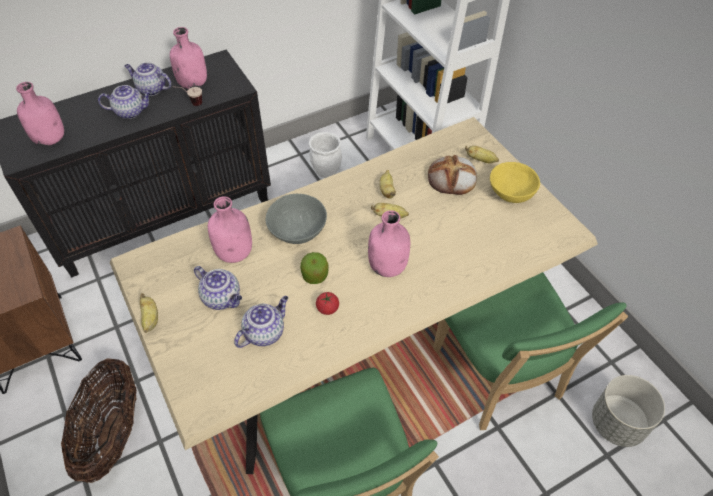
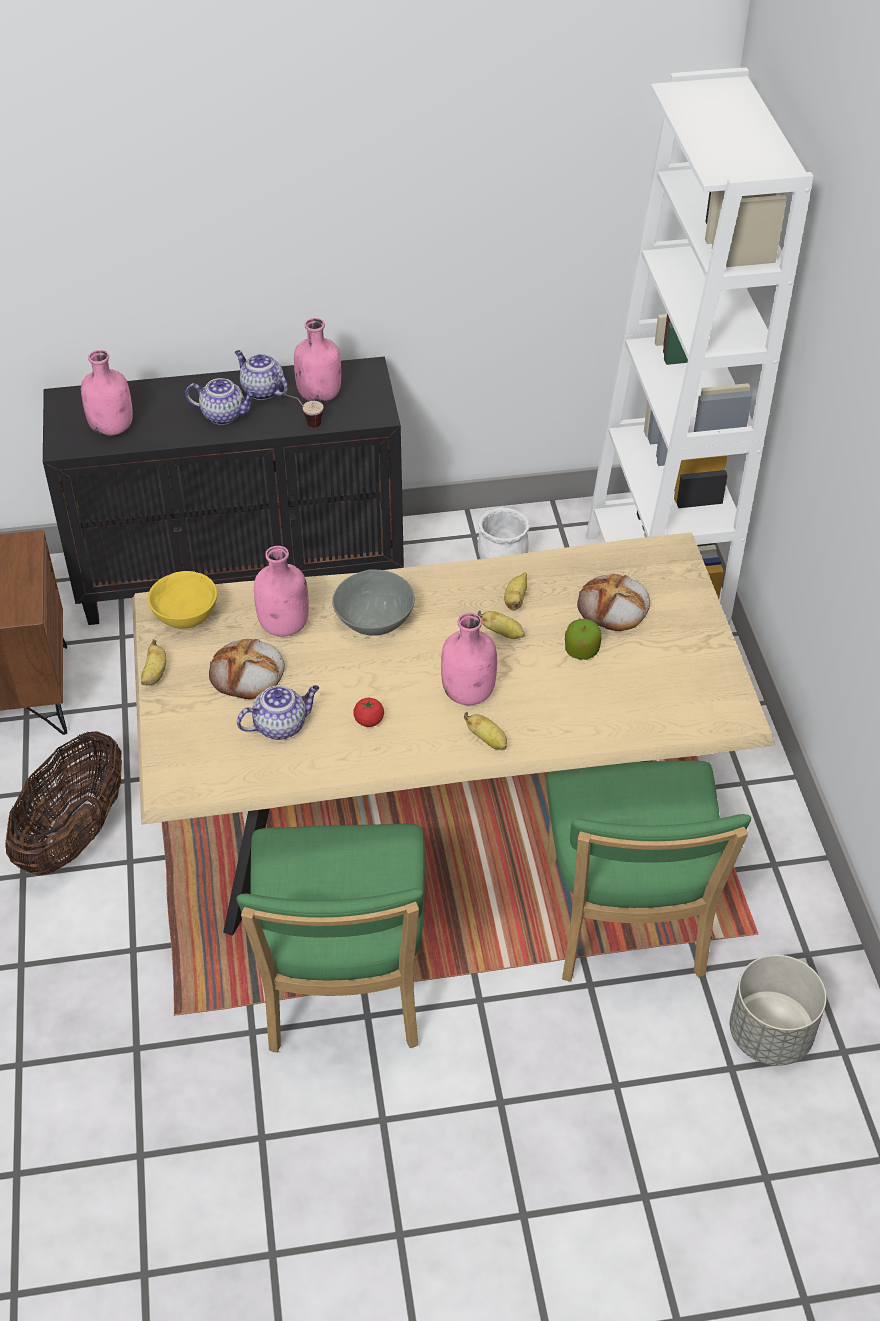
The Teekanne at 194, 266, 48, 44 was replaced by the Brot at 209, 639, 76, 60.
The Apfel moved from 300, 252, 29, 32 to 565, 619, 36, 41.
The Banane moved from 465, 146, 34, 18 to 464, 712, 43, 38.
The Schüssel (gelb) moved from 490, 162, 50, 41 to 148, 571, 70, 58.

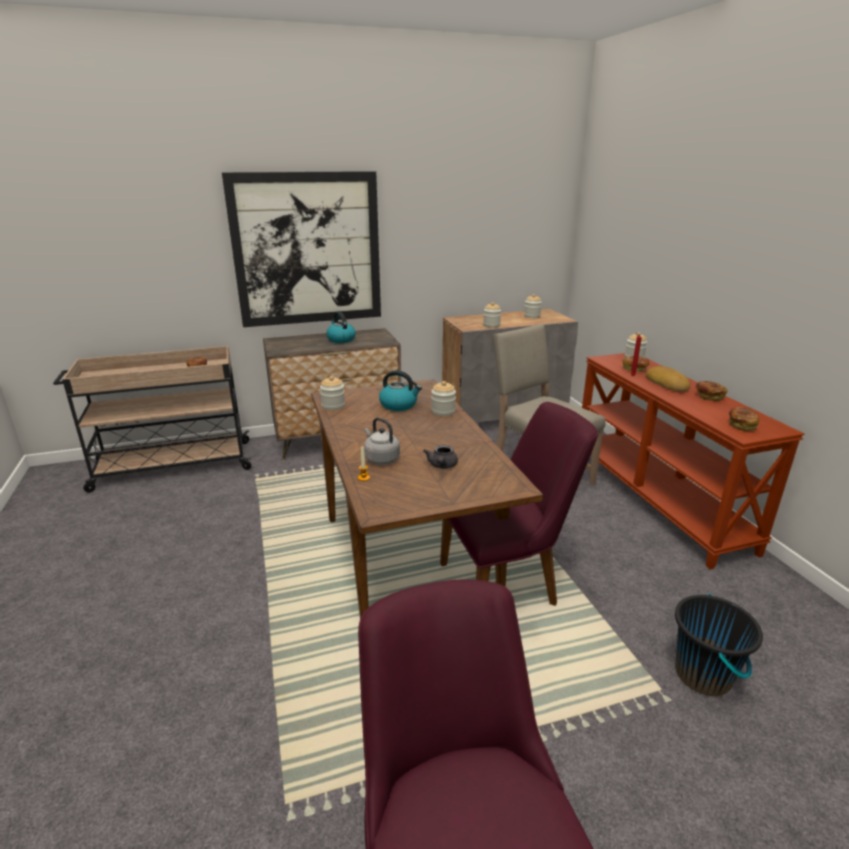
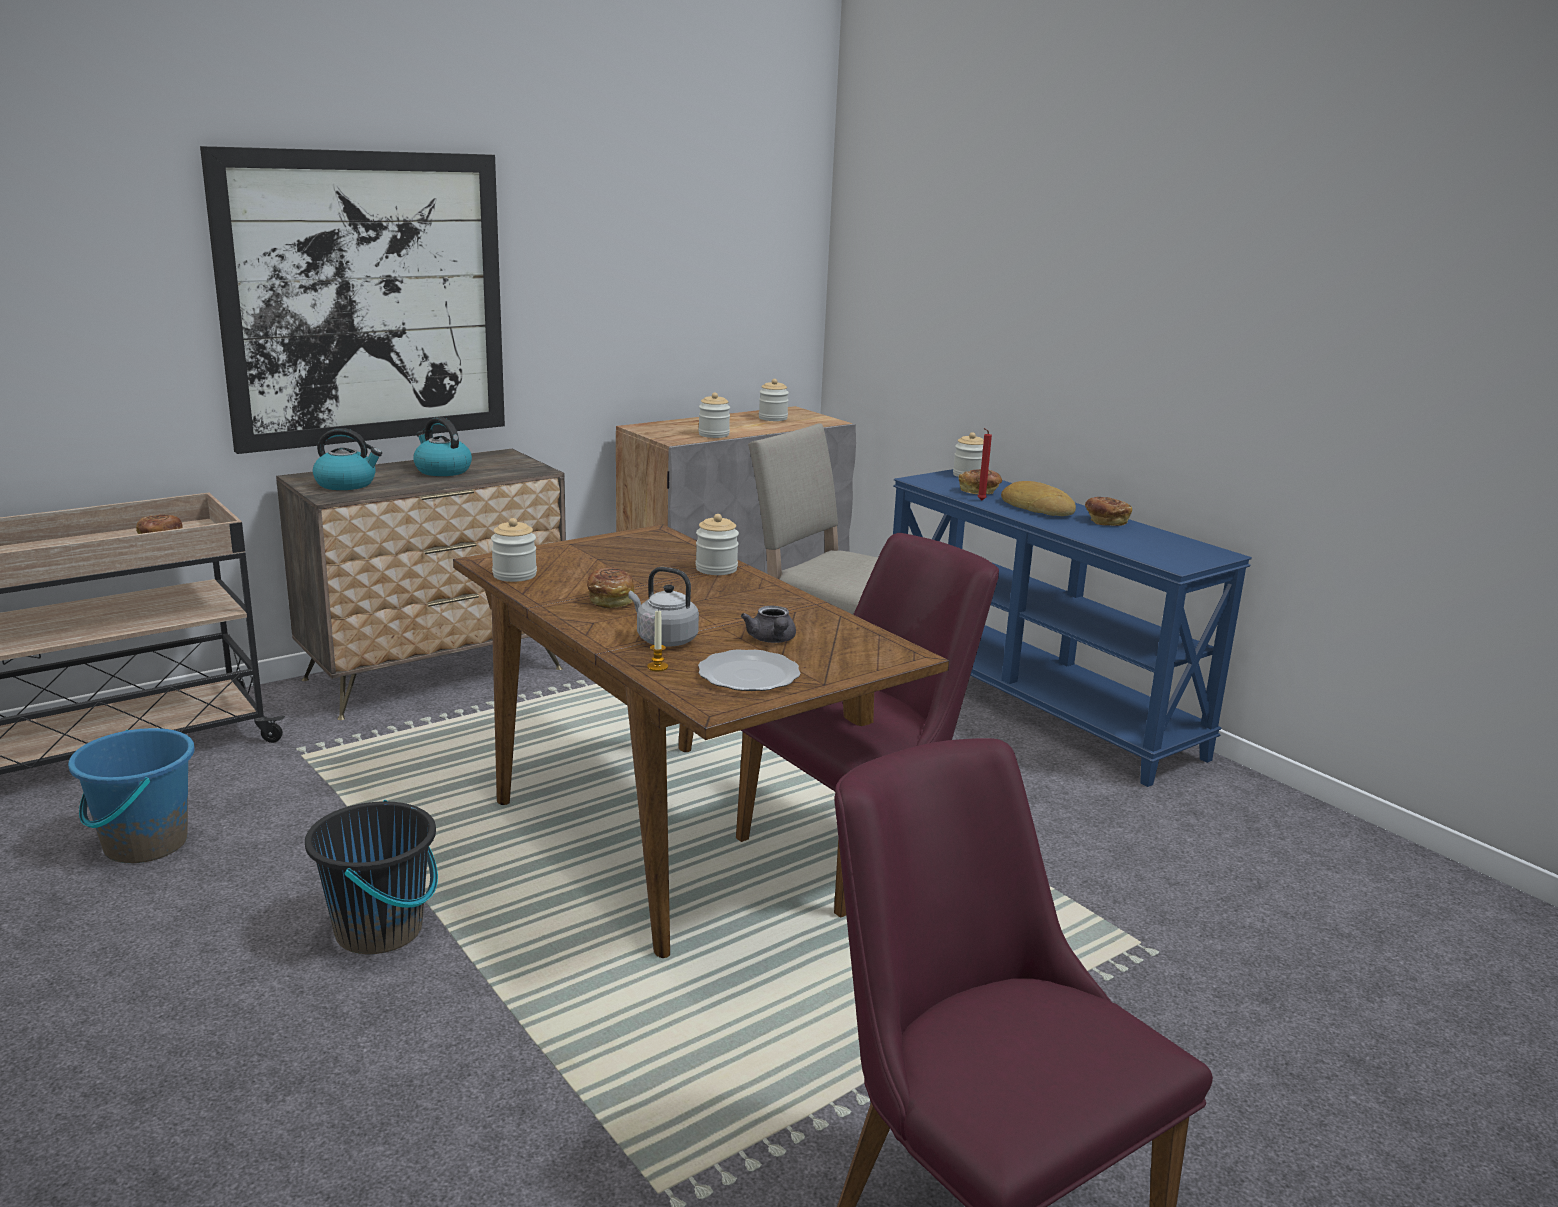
The Wasserkessel moved from 379, 370, 43, 41 to 313, 428, 69, 62.
The Konsolentisch (braun) at 582, 353, 223, 216 became the Konsolentisch (blau) at 893, 469, 359, 318.
The Eimer (schwarz) moved from 675, 594, 88, 102 to 305, 800, 133, 154.
The Brot moved from 729, 407, 31, 24 to 587, 568, 47, 40.
The Eimer (blau) at 68, 728, 127, 135 appeared.
The Teller at 698, 649, 103, 42 appeared.

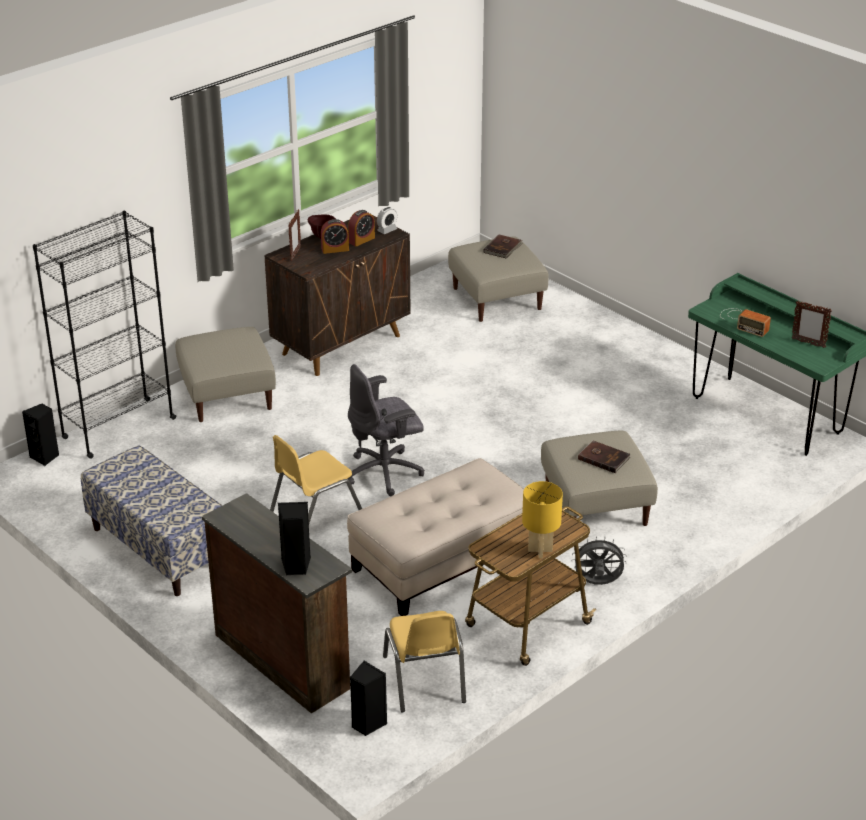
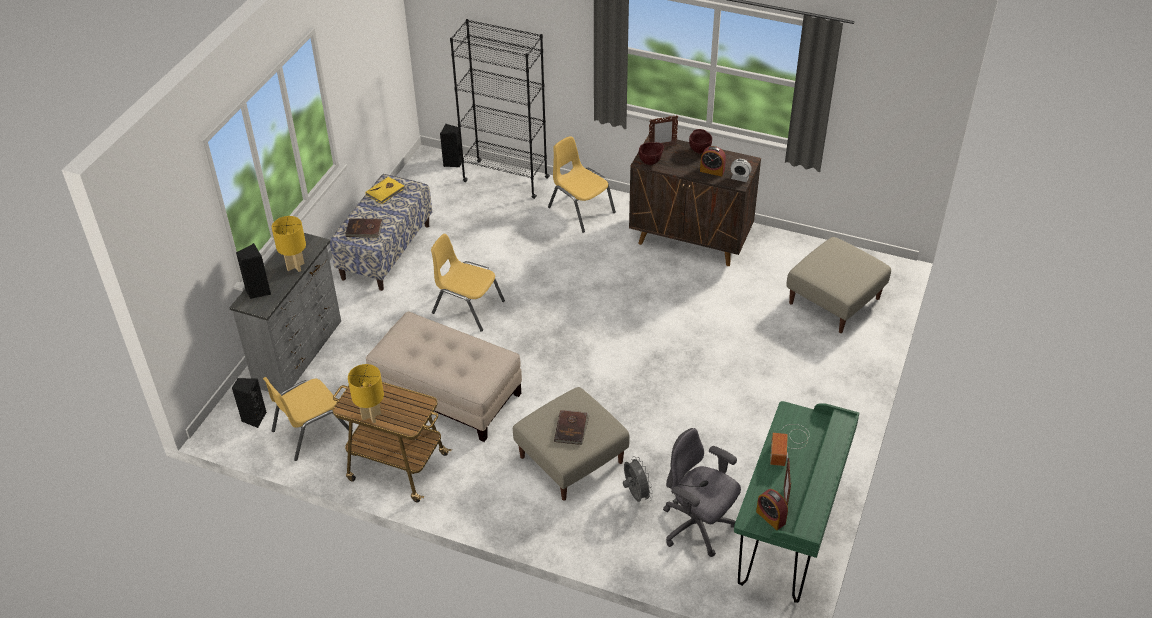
The Polsterhocker (beige) at 175, 327, 101, 95 was replaced by the Stuhl (gelb) at 548, 136, 68, 97.
The Kommode (braun) at 202, 493, 150, 221 became the Kommode (grau) at 229, 233, 112, 160.
The Wecker moved from 321, 219, 28, 35 to 756, 489, 32, 41.
The Bürostuhl (grau) moved from 348, 364, 77, 132 to 663, 428, 78, 129.
The Buch (braun) moved from 483, 234, 40, 24 to 345, 218, 38, 20.
The Ventilator (grau) moved from 572, 536, 55, 49 to 623, 456, 30, 46.
The Tischlampe (gelb) at 272, 216, 34, 56 appeared.
The Buch (gelb) at 365, 177, 41, 27 appeared.
The Schüssel (braun) at 639, 142, 25, 23 appeared.

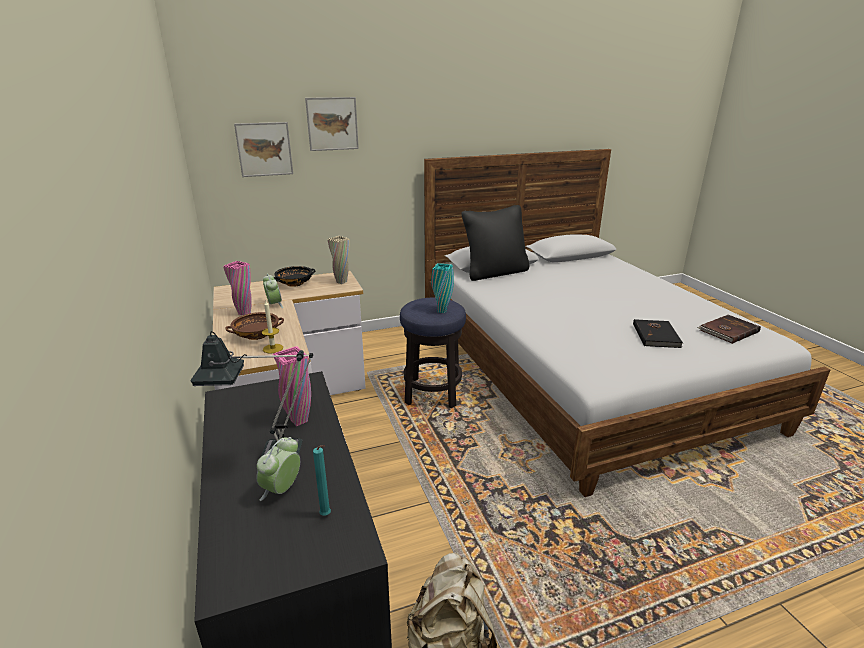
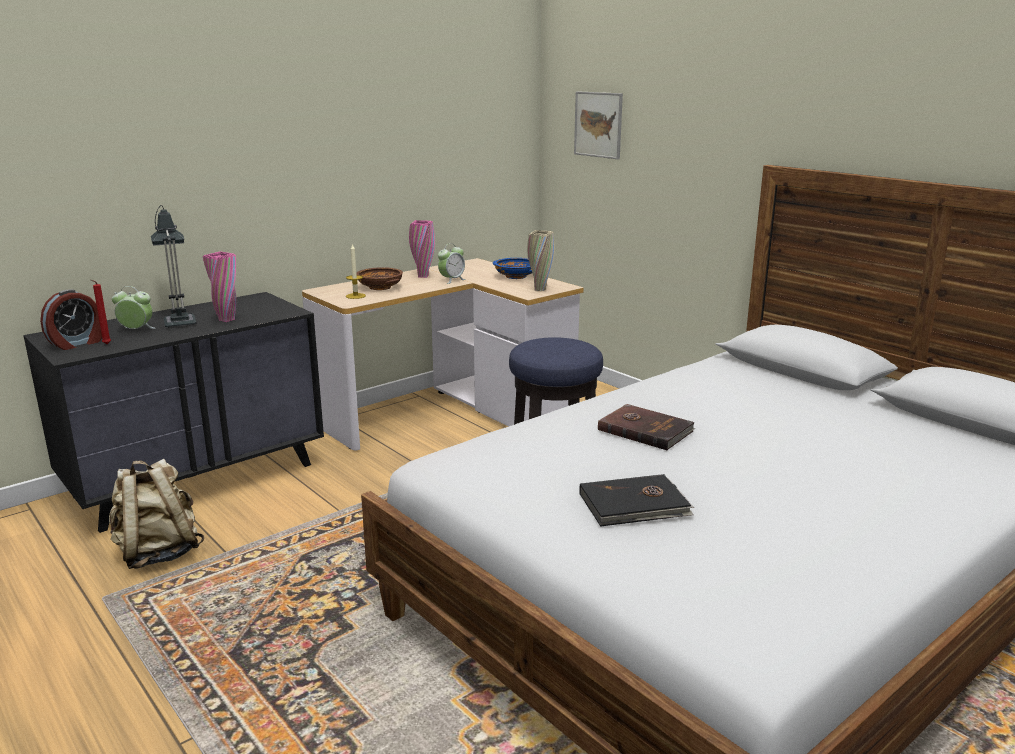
The Schüssel (schwarz) at 274, 266, 41, 21 became the Schüssel (blau) at 493, 258, 39, 21.
The Bild at 305, 97, 54, 54 disappeared.
The Kerze (türkis) at 313, 445, 18, 71 became the Kerze (rot) at 91, 280, 20, 64.
The Vase (türkis) at 431, 263, 23, 50 disappeared.
The Kissen (schwarz) at 461, 205, 68, 76 disappeared.
The Buch (braun) moved from 697, 315, 64, 29 to 598, 404, 97, 46.
The Wecker at 40, 289, 62, 61 appeared.

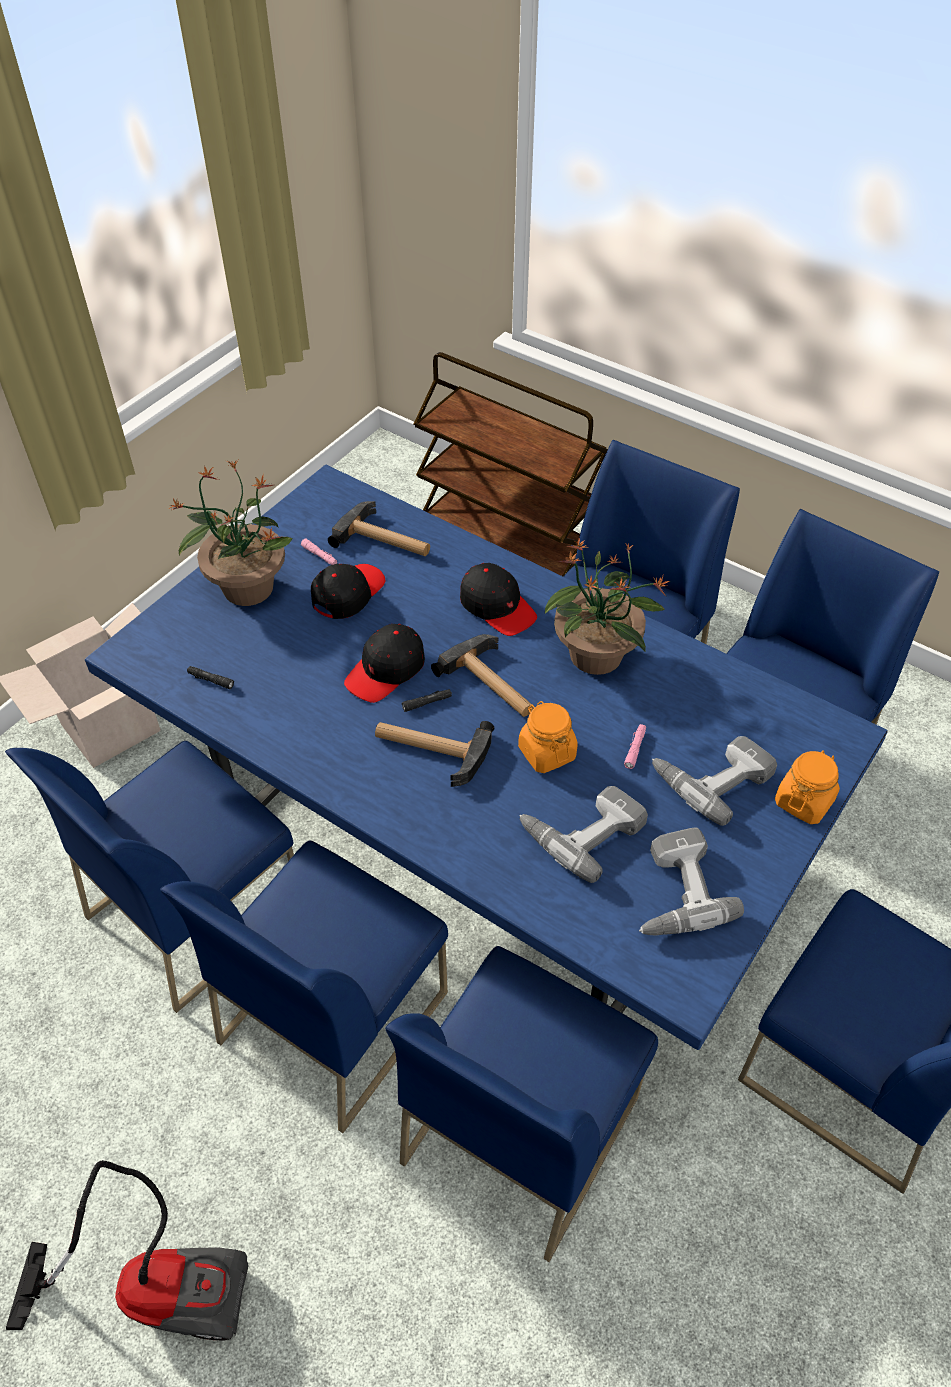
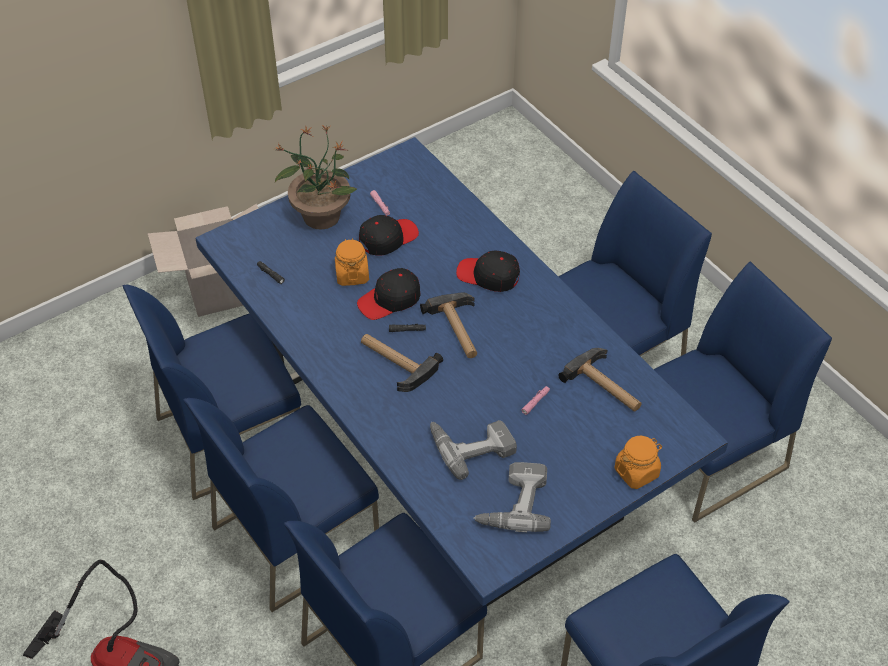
The Hammer moved from 328, 501, 102, 55 to 558, 348, 84, 64.
The Rollwagen (braun) at 414, 352, 194, 224 disappeared.
The Kappe (schwarz) at 460, 563, 77, 73 turned 135 degrees clockwise.
The Vorratsglas (orange) moved from 518, 701, 60, 72 to 335, 238, 34, 48.
The Topfpflanze at 545, 537, 125, 138 disappeared.
The Bohrmaschine at 652, 736, 125, 90 disappeared.

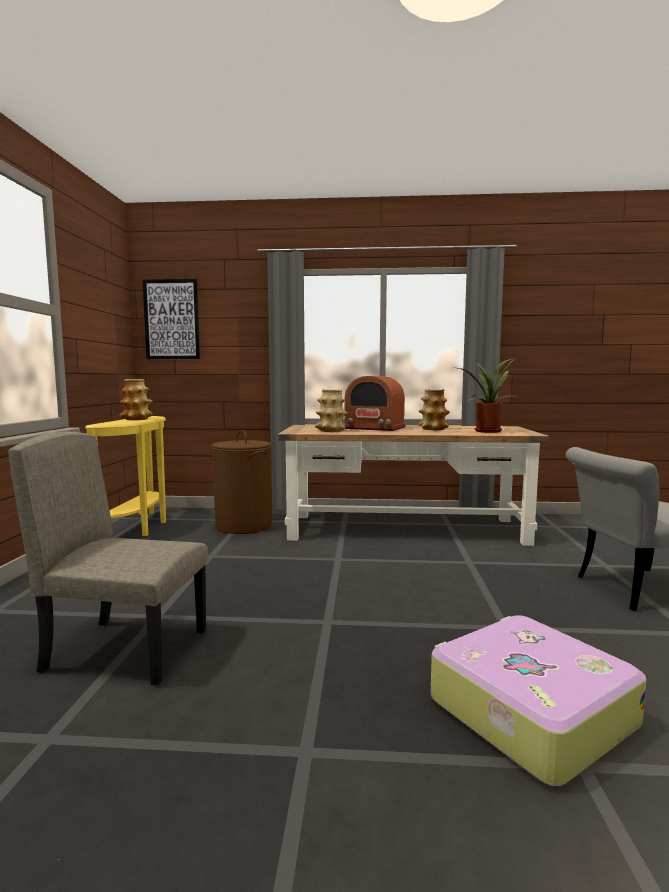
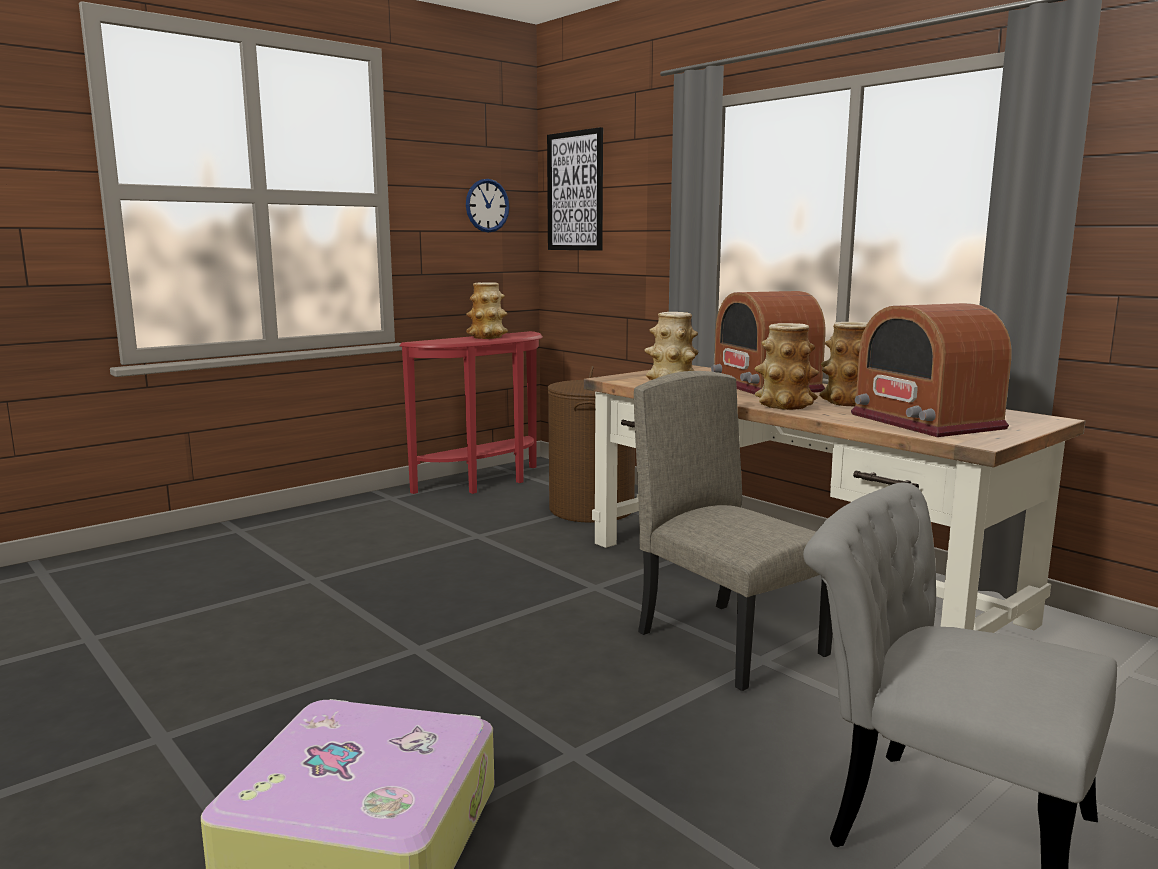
The Stuhl (beige) moved from 8, 432, 200, 254 to 634, 371, 199, 320.
The Konsolentisch (gelb) at 85, 416, 81, 120 became the Konsolentisch (rot) at 399, 331, 144, 163.
The Topfpflanze at 458, 358, 64, 75 was replaced by the Radio at 851, 303, 161, 134.
The Wanduhr at 466, 179, 44, 53 appeared.
The Vase at 755, 323, 64, 87 appeared.

